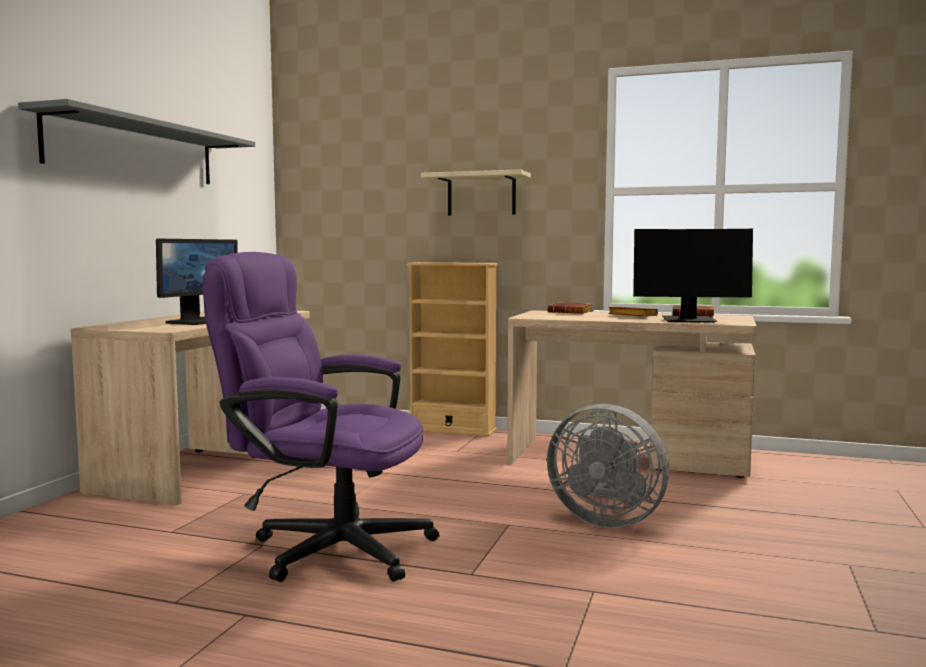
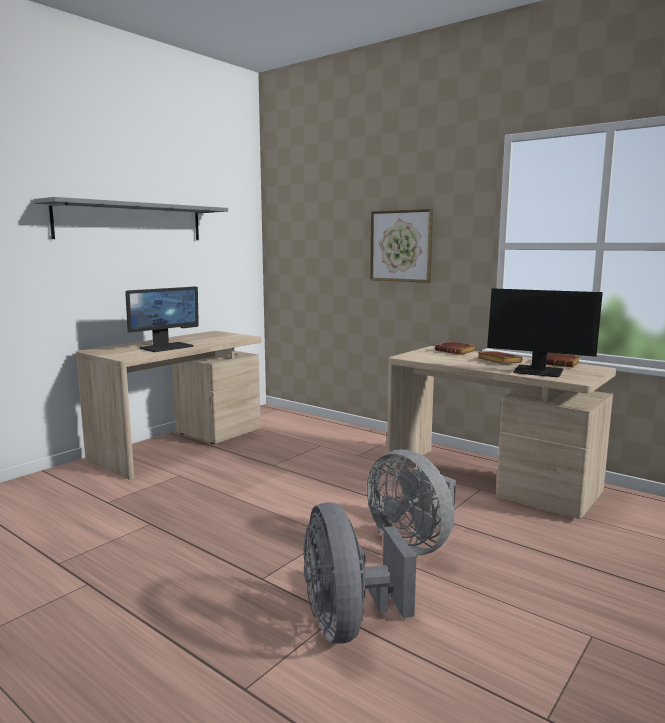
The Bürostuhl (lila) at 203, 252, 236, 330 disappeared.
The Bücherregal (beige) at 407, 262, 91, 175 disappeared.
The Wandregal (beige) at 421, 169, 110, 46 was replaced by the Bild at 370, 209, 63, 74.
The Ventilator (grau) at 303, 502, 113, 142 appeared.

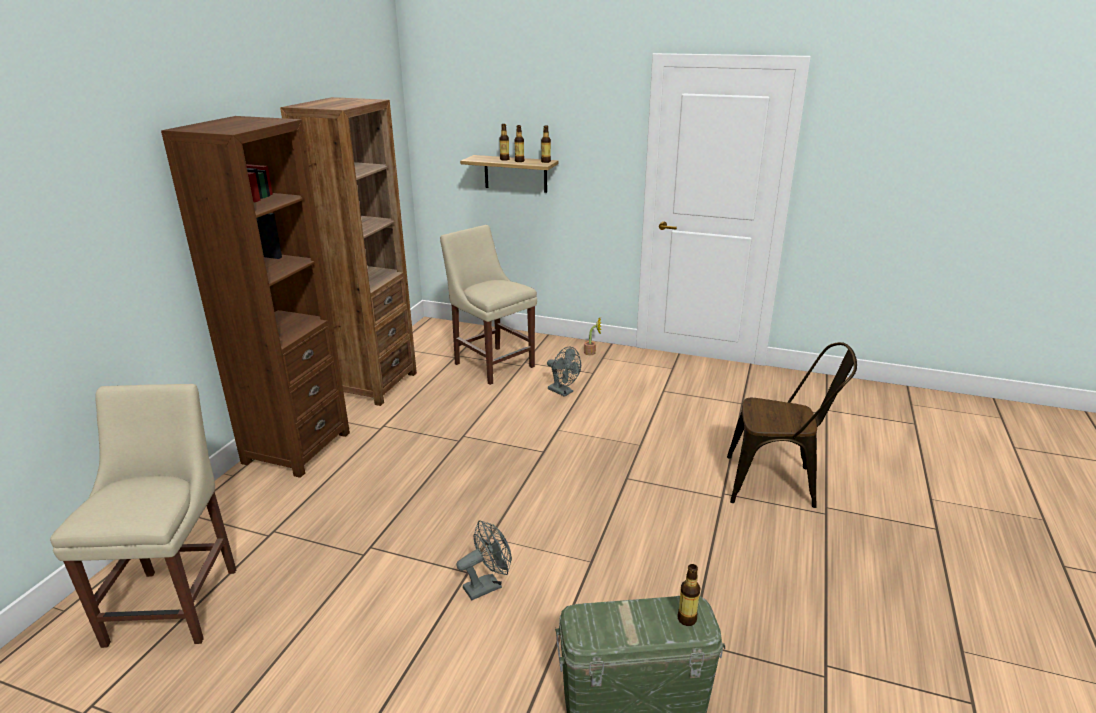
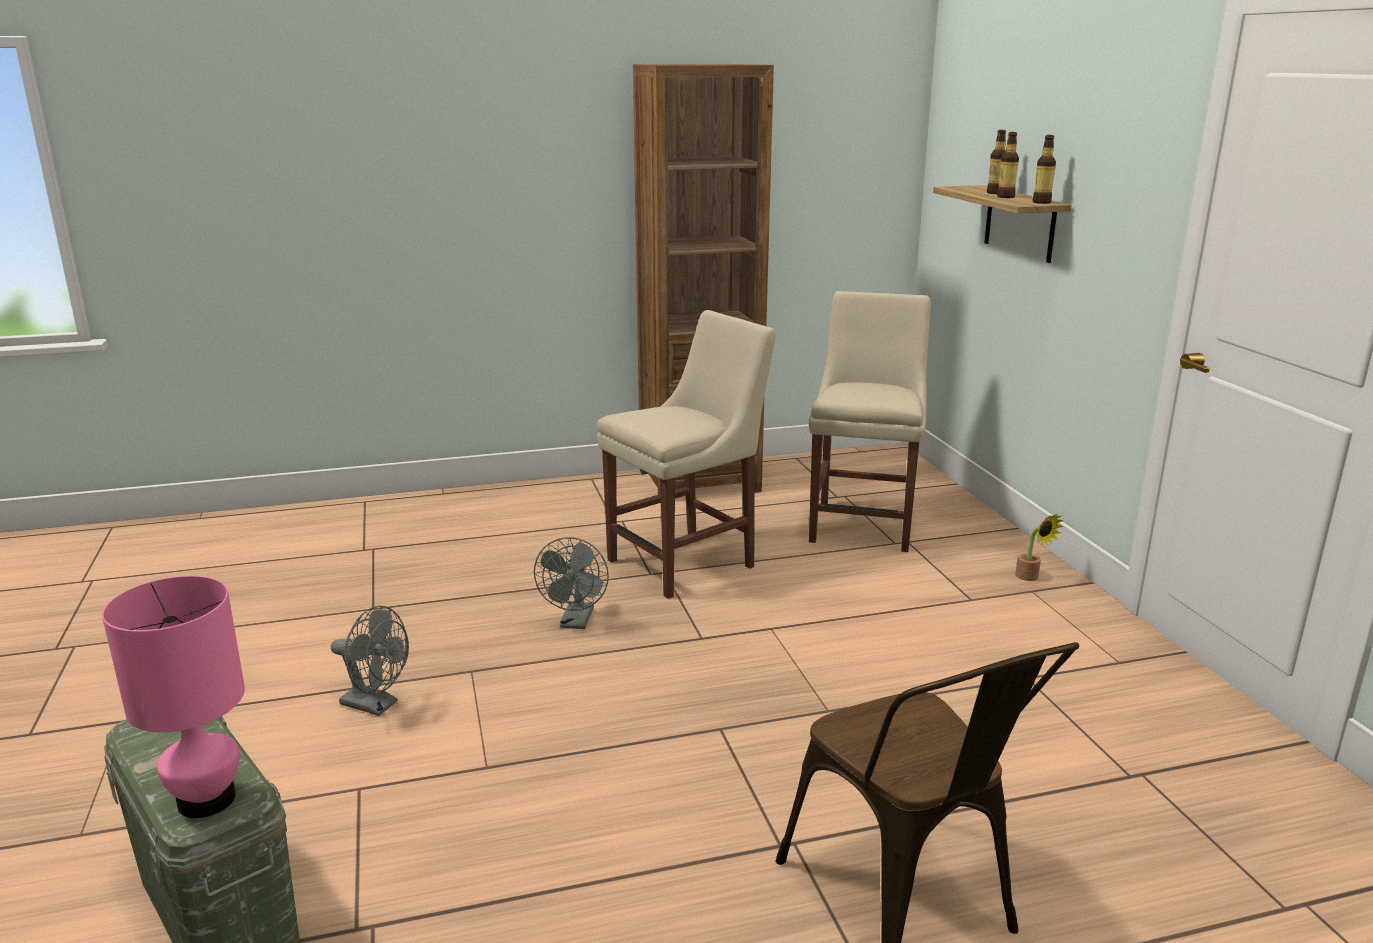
The Stuhl (beige) moved from 50, 384, 186, 264 to 597, 310, 179, 289.
The Bücherregal (braun) at 161, 116, 189, 362 disappeared.
The Ventilator (grau) moved from 547, 347, 34, 50 to 534, 537, 75, 92.
The Flasche at 678, 564, 22, 62 was replaced by the Tischlampe (rosa) at 102, 576, 143, 242.

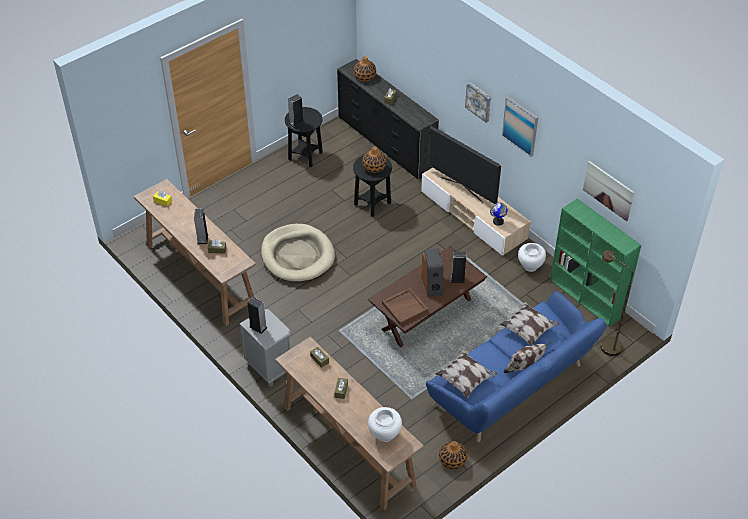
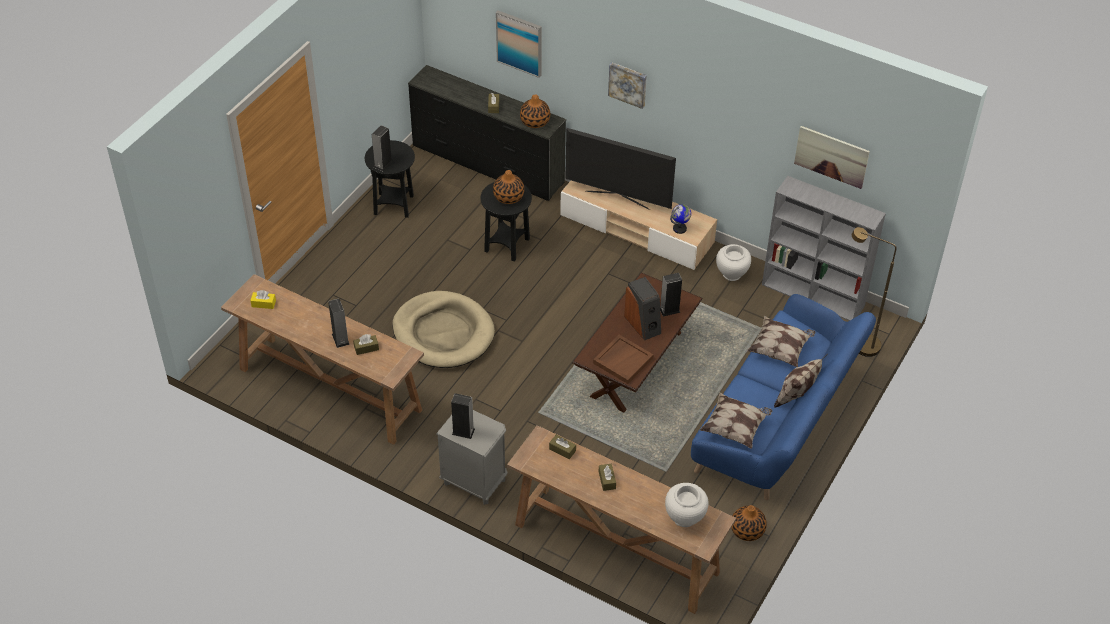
The Vase moved from 354, 56, 22, 26 to 520, 95, 30, 33.
The Bild moved from 502, 96, 36, 61 to 496, 11, 46, 67.
The Bücherregal (grün) at 550, 198, 91, 129 became the Bücherregal (grau) at 762, 176, 124, 145.

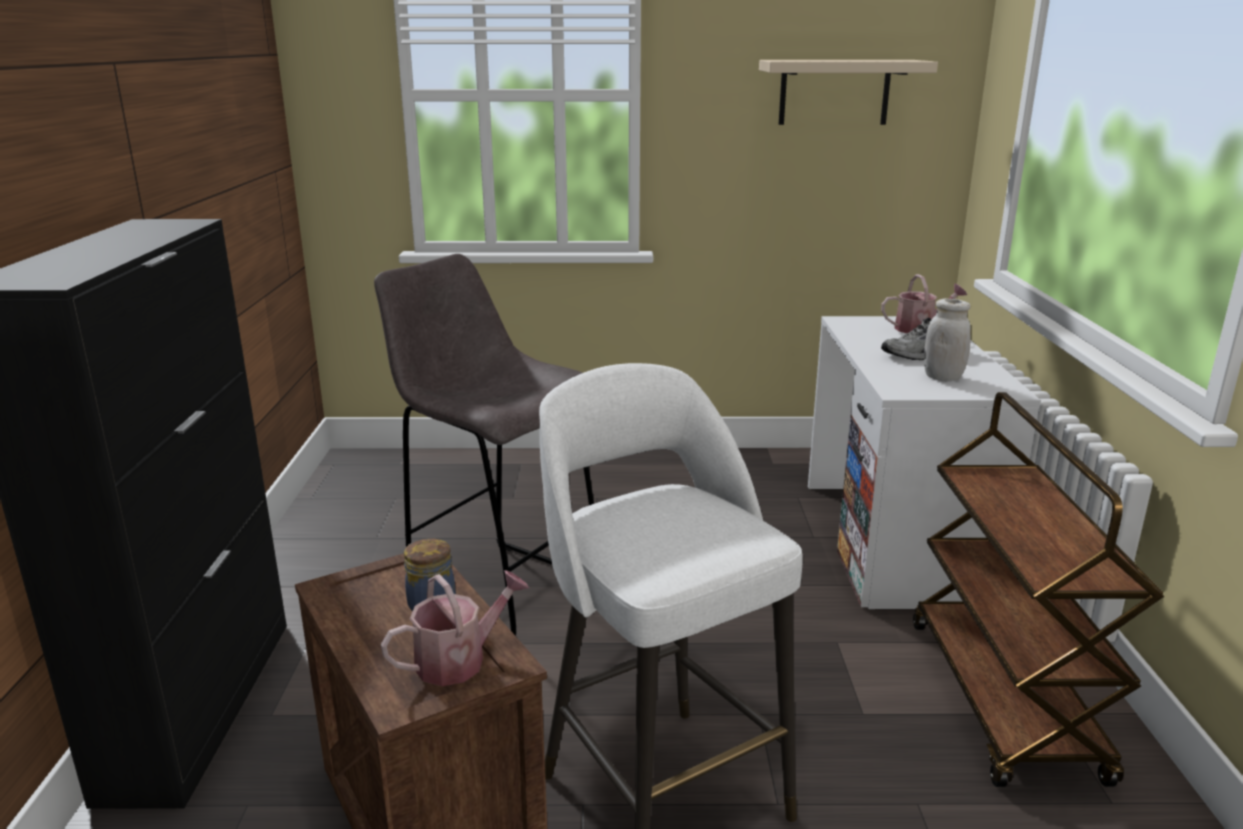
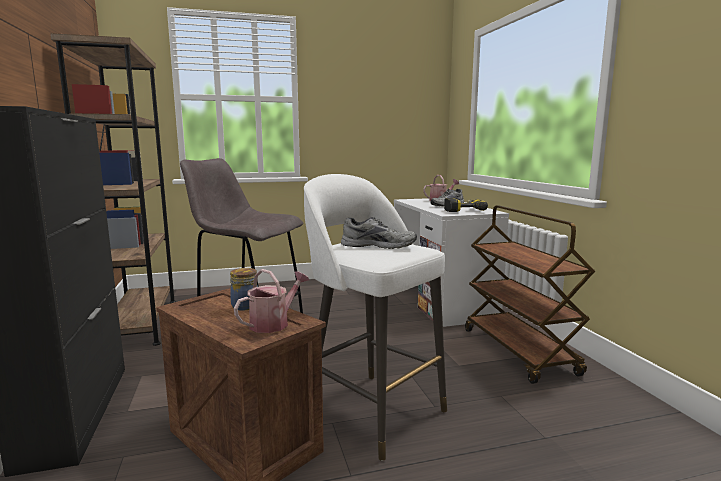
The Wandregal (beige) at 759, 60, 179, 65 disappeared.
The Vorratsglas (weiß) at 924, 298, 47, 83 was replaced by the Bohrmaschine at 444, 198, 44, 14.
The Bücherregal (braun) at 50, 33, 126, 313 appeared.
The Schuh (grau) at 341, 217, 76, 32 appeared.

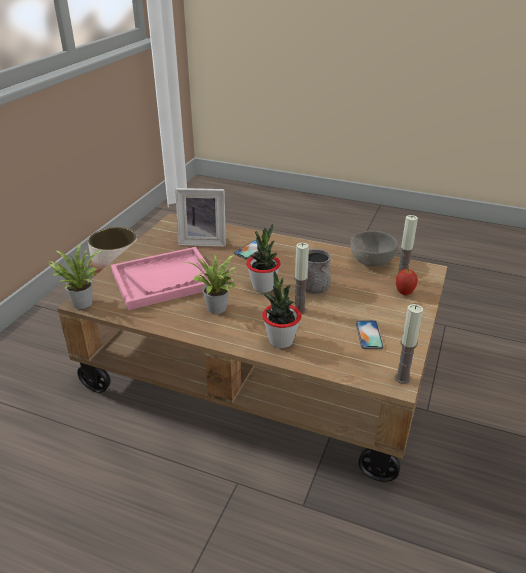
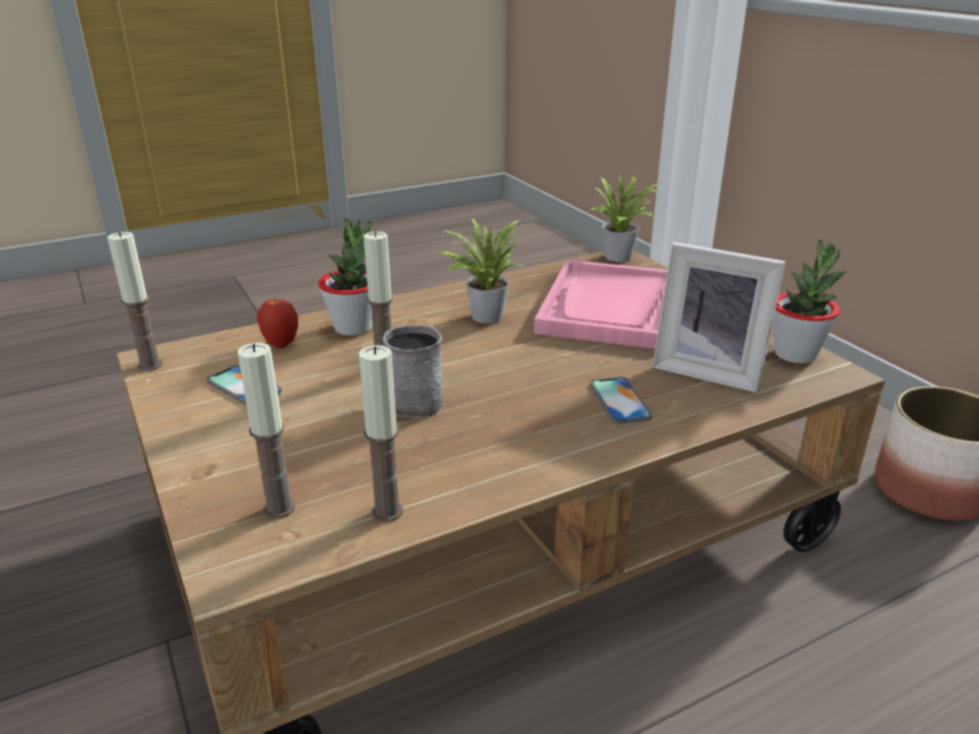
The Bilderrahmen at 175, 188, 51, 59 turned 105 degrees counterclockwise.
The Topfpflanze moved from 246, 224, 35, 69 to 773, 239, 73, 124.
The Schüssel (grau) at 351, 231, 47, 35 was replaced by the Kerze at 359, 345, 44, 177.
The Apfel moved from 396, 269, 22, 26 to 257, 297, 41, 51.

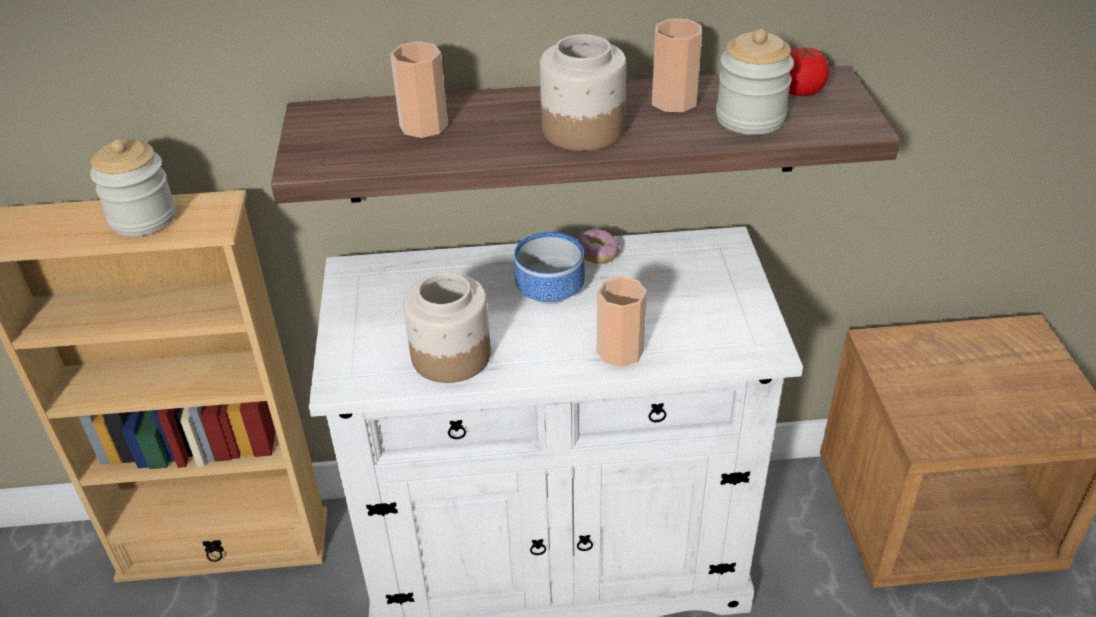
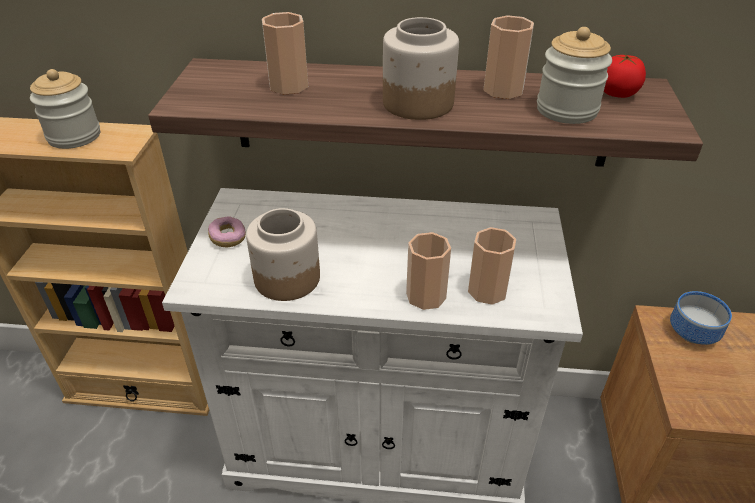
The Schüssel moved from 514, 232, 71, 72 to 670, 291, 62, 54.
The Donut moved from 577, 229, 42, 35 to 208, 216, 38, 31.
The Tasse at 468, 227, 49, 78 appeared.

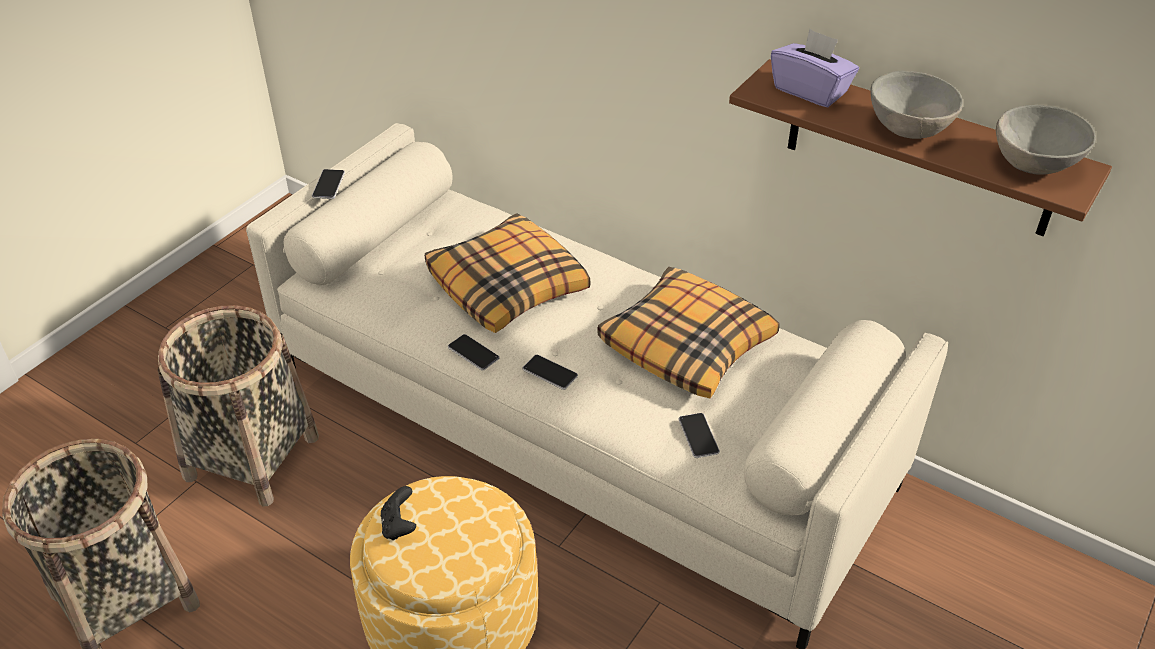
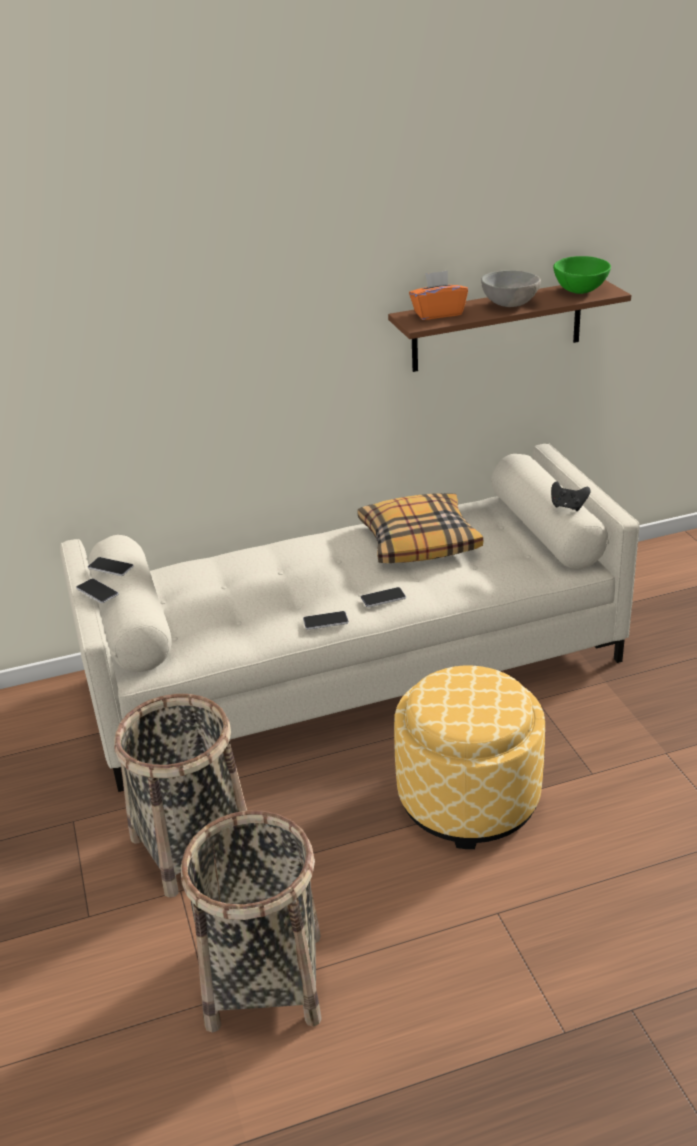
The Gamepad (schwarz) moved from 381, 486, 35, 54 to 551, 481, 40, 30.
The Kissen at 425, 213, 165, 120 disappeared.
The Handy moved from 678, 413, 42, 45 to 88, 557, 46, 19.
The Taschentuchbox (lila) at 771, 29, 88, 79 became the Taschentuchbox (orange) at 409, 270, 59, 50.
The Schüssel (grau) at 996, 105, 100, 70 became the Schüssel (grün) at 553, 256, 58, 38.

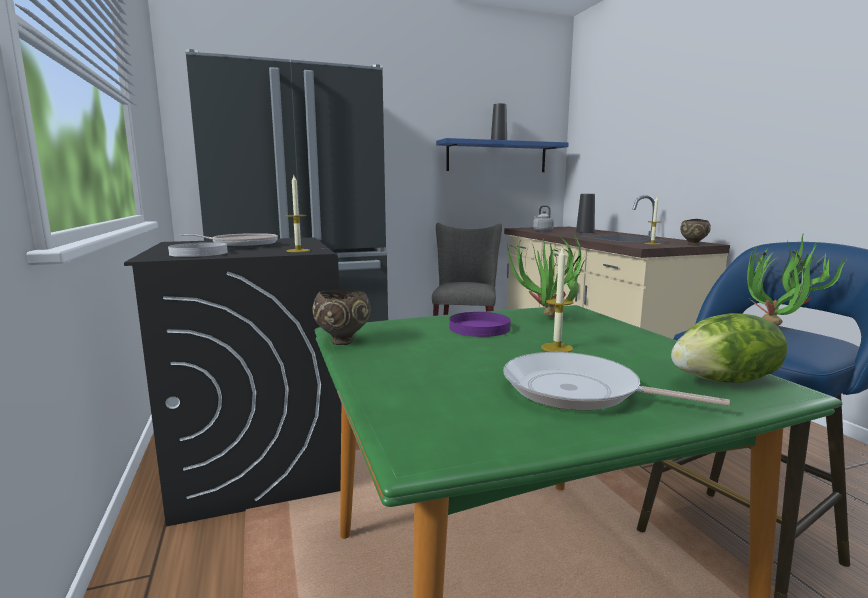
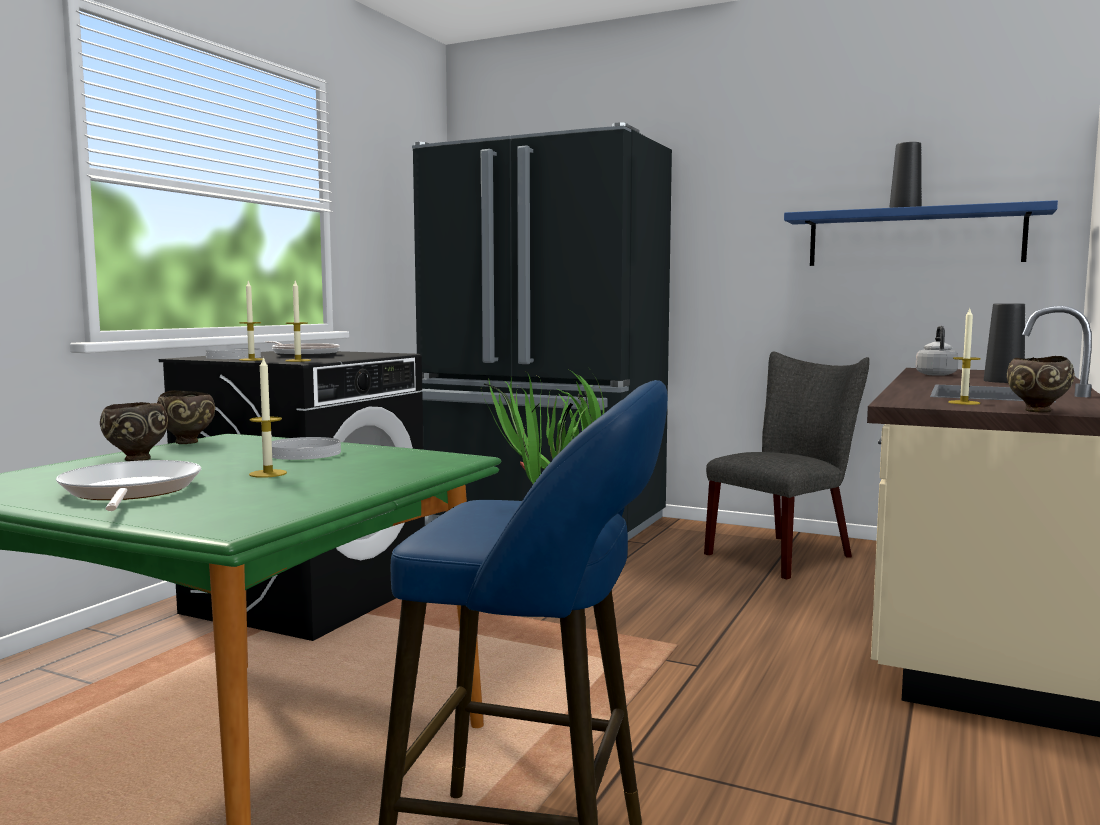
The Teller (lila) at 449, 312, 62, 25 became the Teller (weiß) at 272, 437, 69, 23.
The Topfpflanze at 507, 234, 81, 84 disappeared.
The Salatkopf at 671, 313, 117, 70 disappeared.
The Schüssel (braun) at 100, 402, 68, 59 appeared.
The Kerze at 239, 281, 24, 80 appeared.

